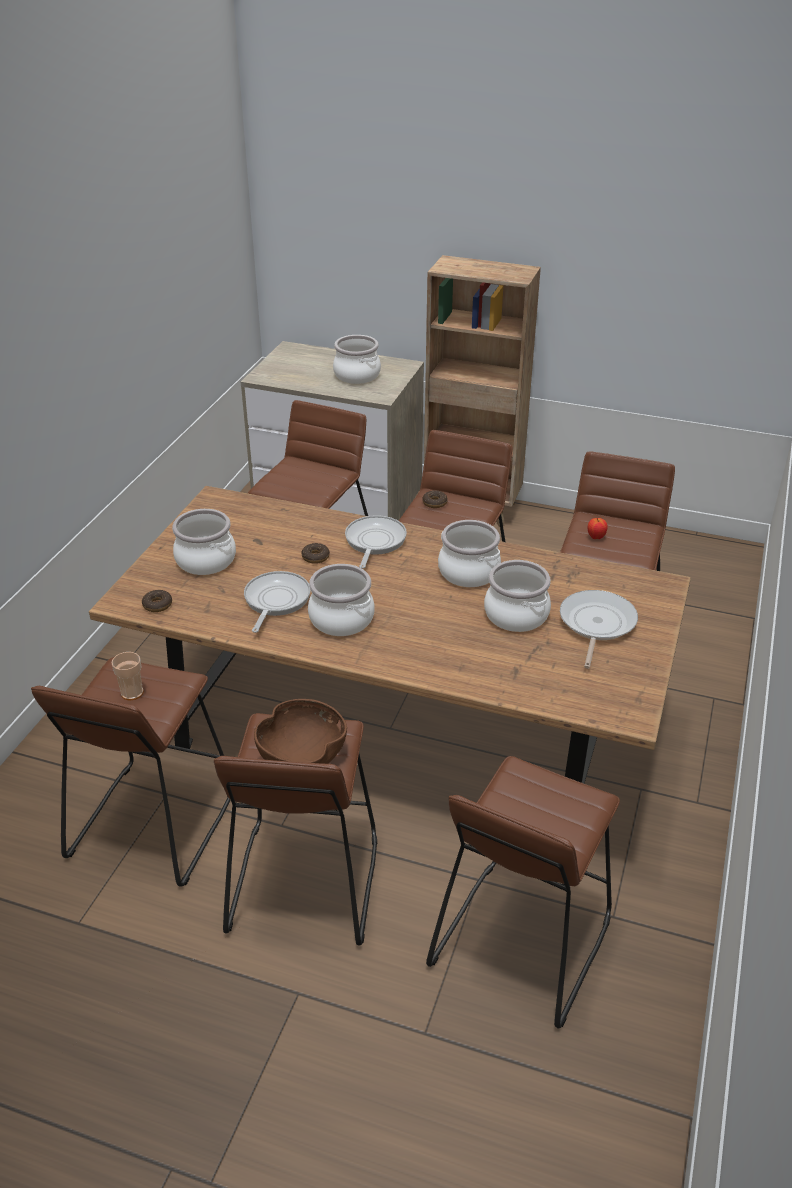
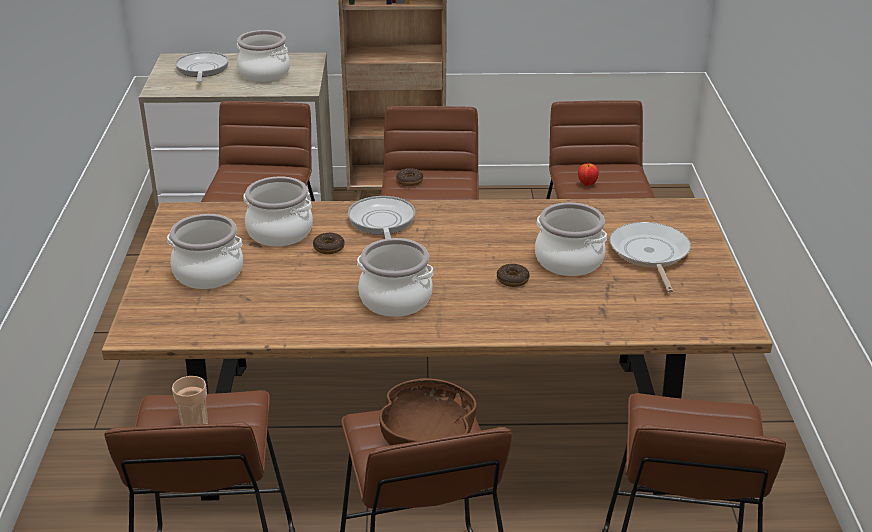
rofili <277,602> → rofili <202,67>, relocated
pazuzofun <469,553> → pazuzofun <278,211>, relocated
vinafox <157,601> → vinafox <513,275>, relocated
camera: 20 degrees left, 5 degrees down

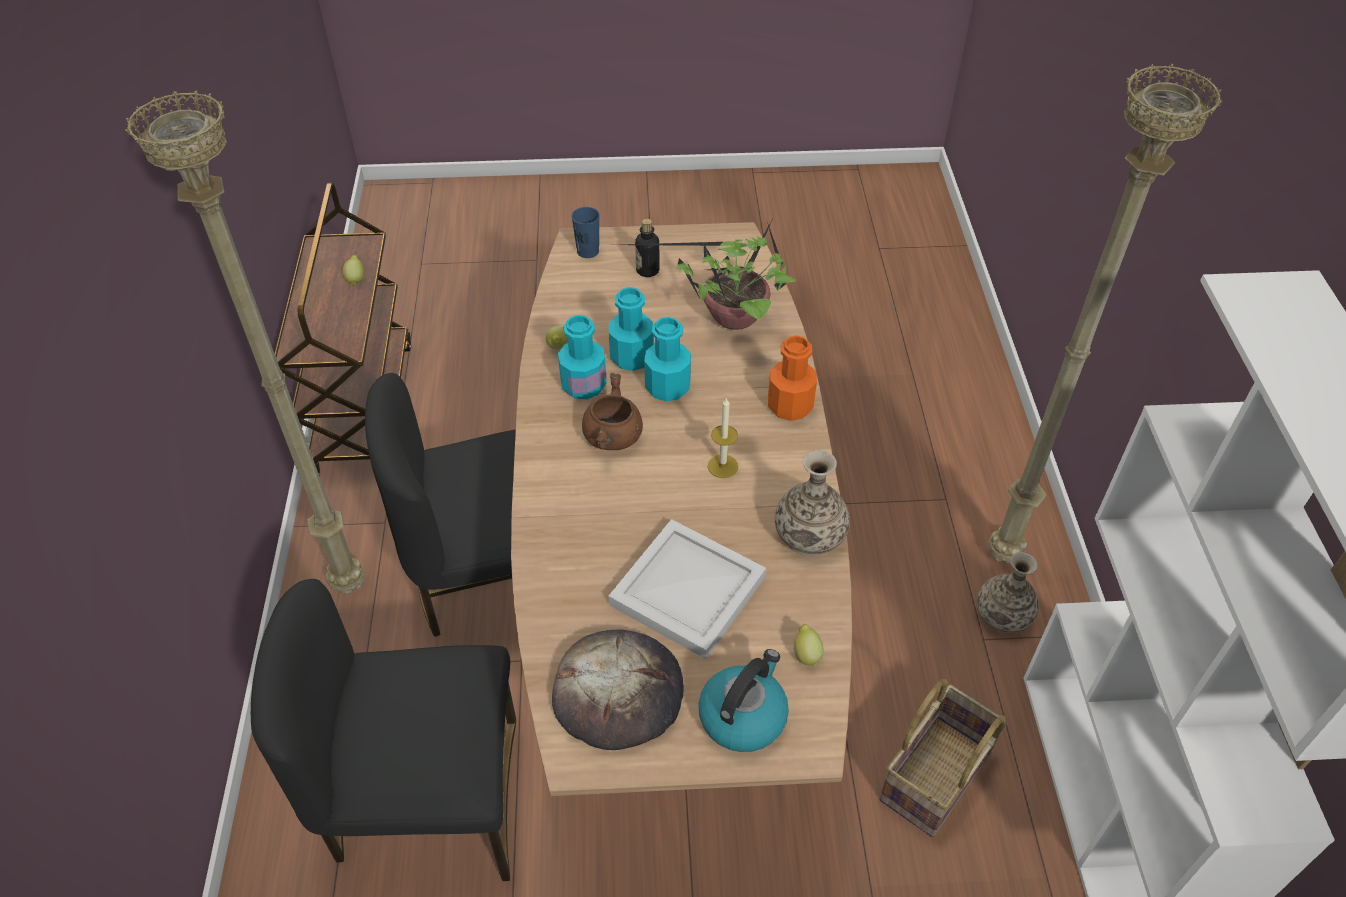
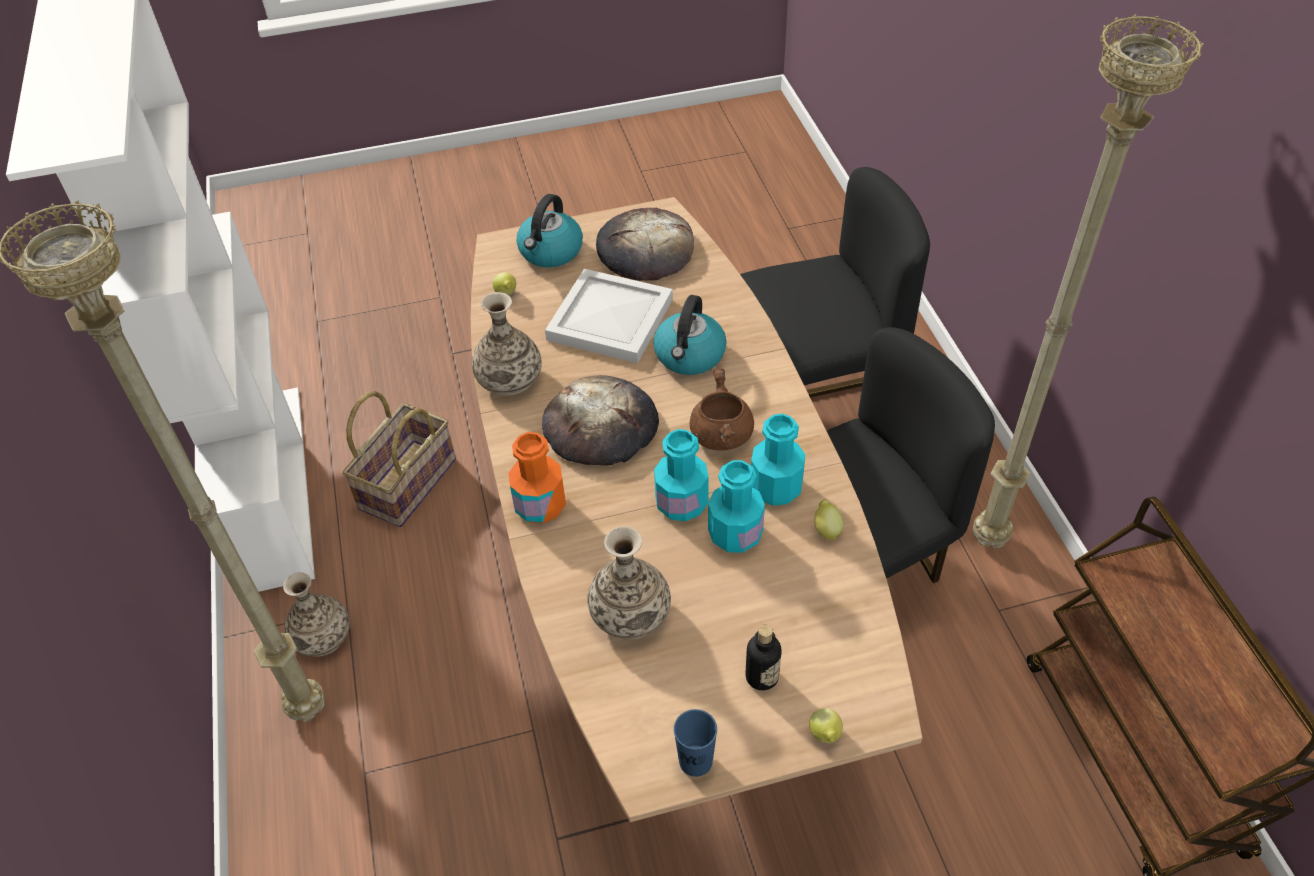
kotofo <723,437> → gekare <600,420>
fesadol <710,275> → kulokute <629,583>
- → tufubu <690,335>
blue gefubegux <586,232> → blue gefubegux <695,743>, relocated
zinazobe <353,270> → zinazobe <826,725>, relocated
camera: 170 degrees right, 0 degrees up

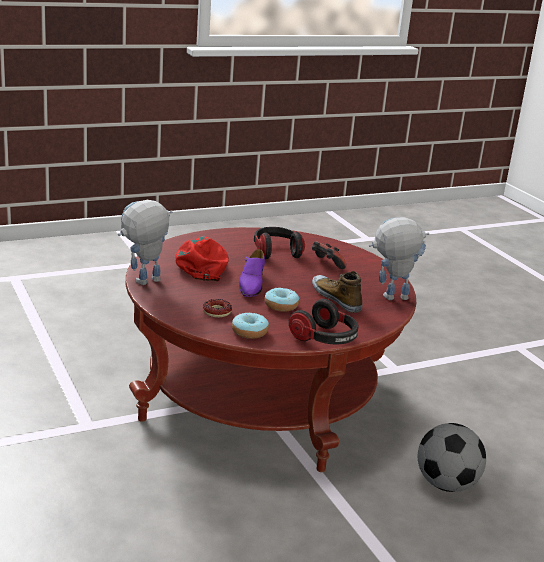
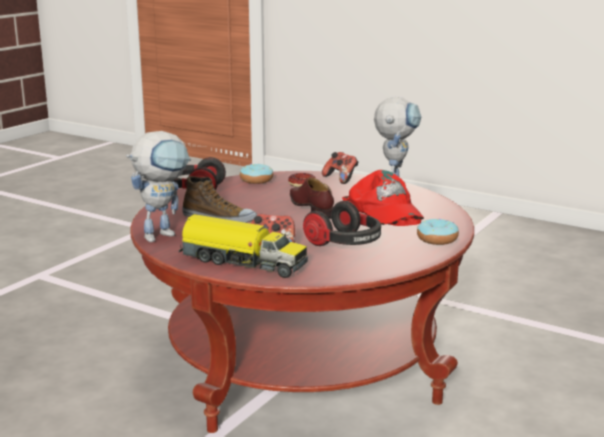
- → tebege <243,246>
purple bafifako <252,273> → brown bafifako <312,198>
- → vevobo <340,168>
vinafox <282,300> → vinafox <438,232>, relocated
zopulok <452,457> → -
camera: 150 degrees right, 5 degrees down

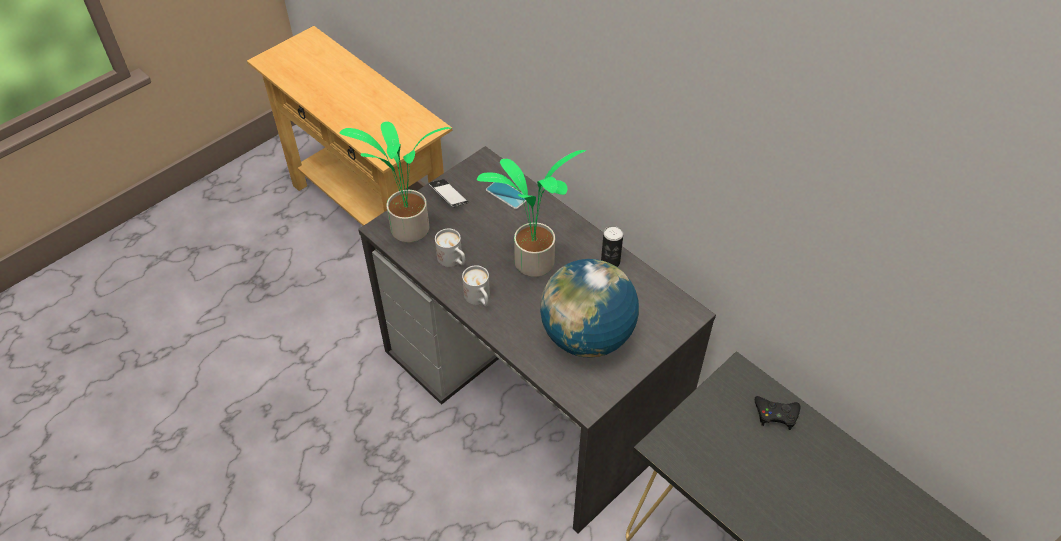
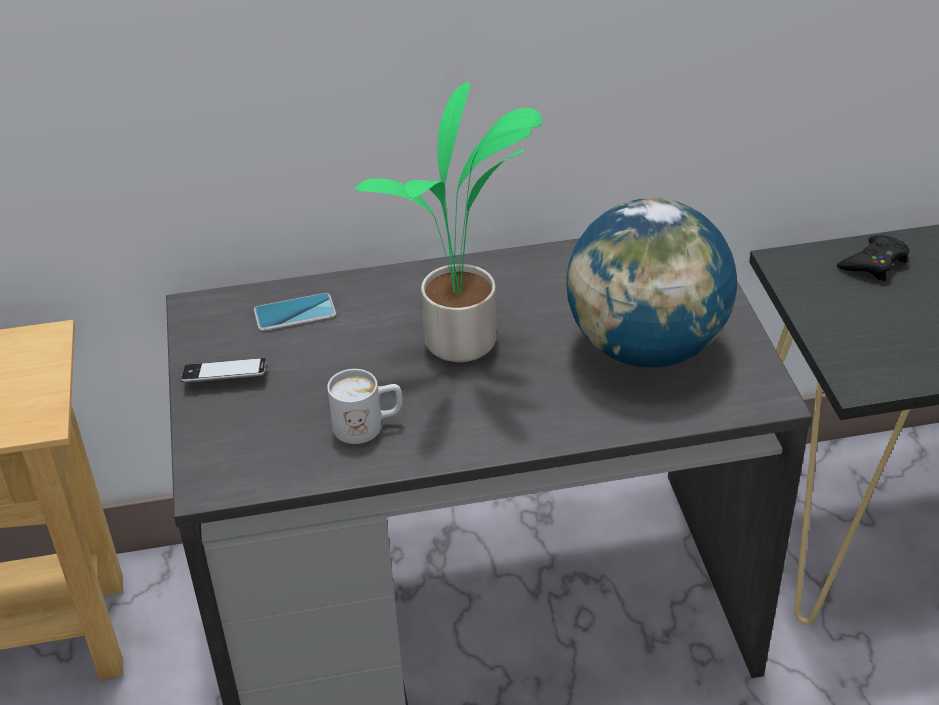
fesadol <395,182> → -
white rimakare <476,285> → -
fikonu <612,246> → -
camera: 55 degrees left, 10 degrees down

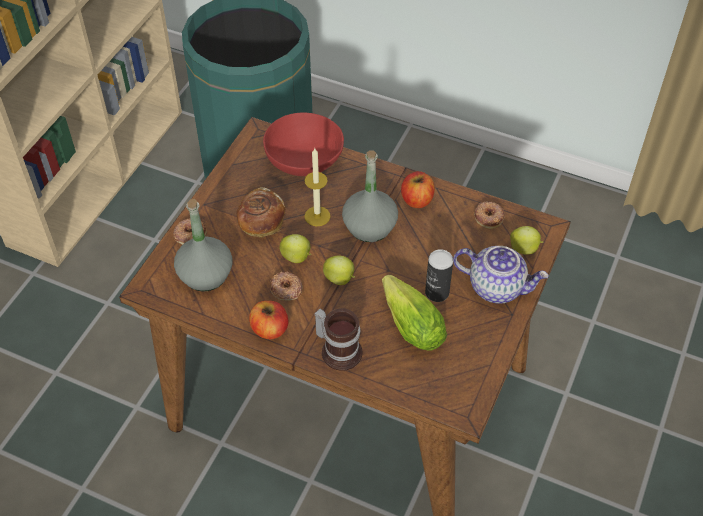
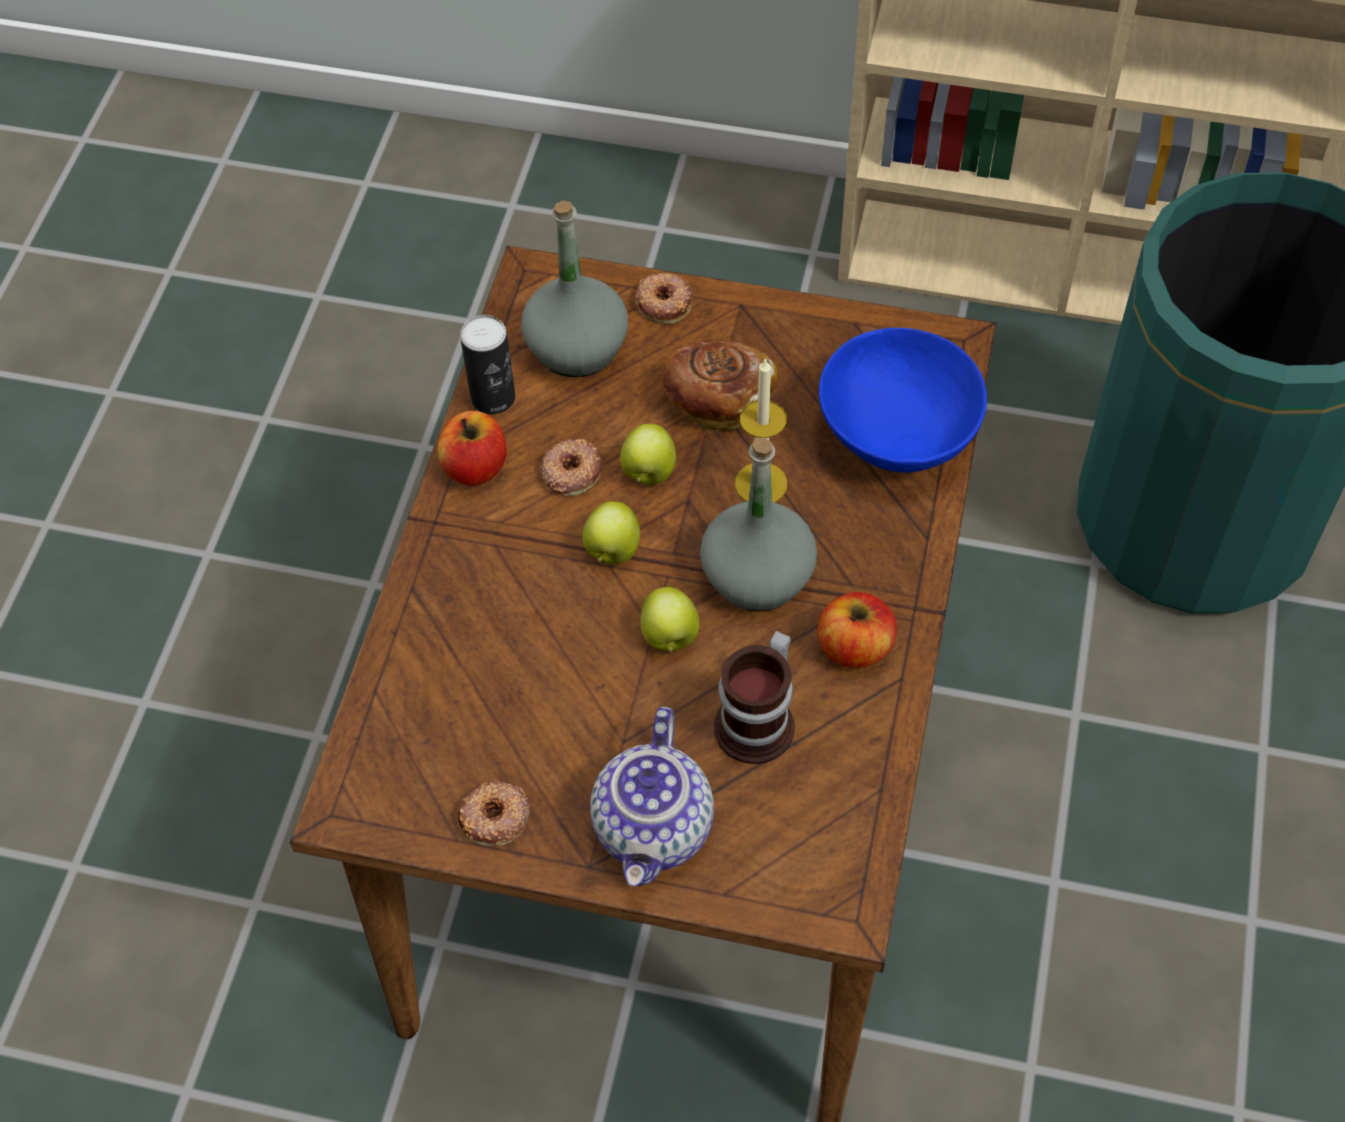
vinafox <489,215> → vinafox <494,813>, relocated
fikonu <439,275> → fikonu <487,364>, relocated
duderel <526,240> → duderel <670,619>, relocated
rimakare <338,339> → rimakare <754,697>, relocated
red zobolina <303,144> → blue zobolina <903,400>
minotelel <414,313> → -
camera: 80 degrees right, 5 degrees up

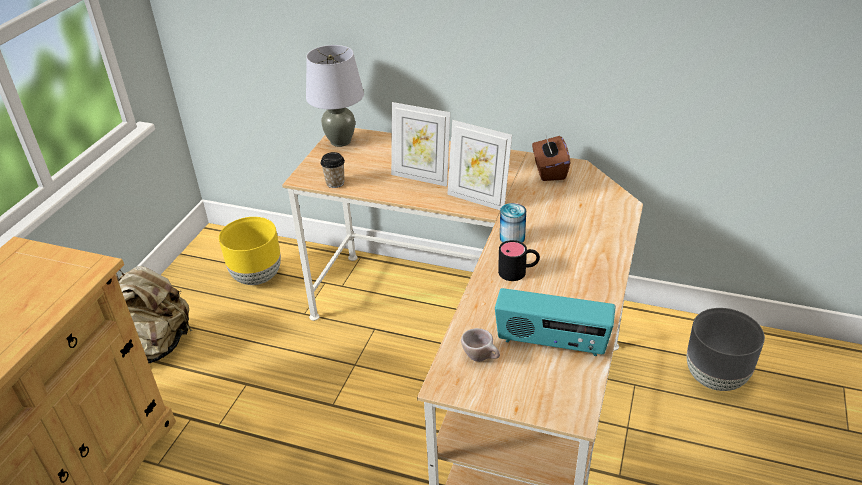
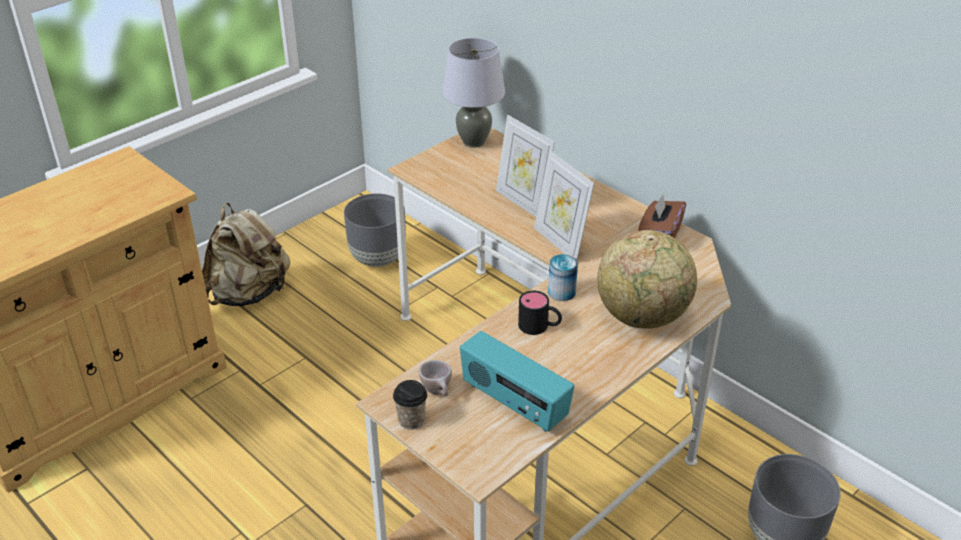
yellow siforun <250,251> → grey siforun <375,230>
gefubegux <333,170> → gefubegux <410,405>, relocated
- → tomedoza <647,279>
camera: 25 degrees right, 0 degrees up

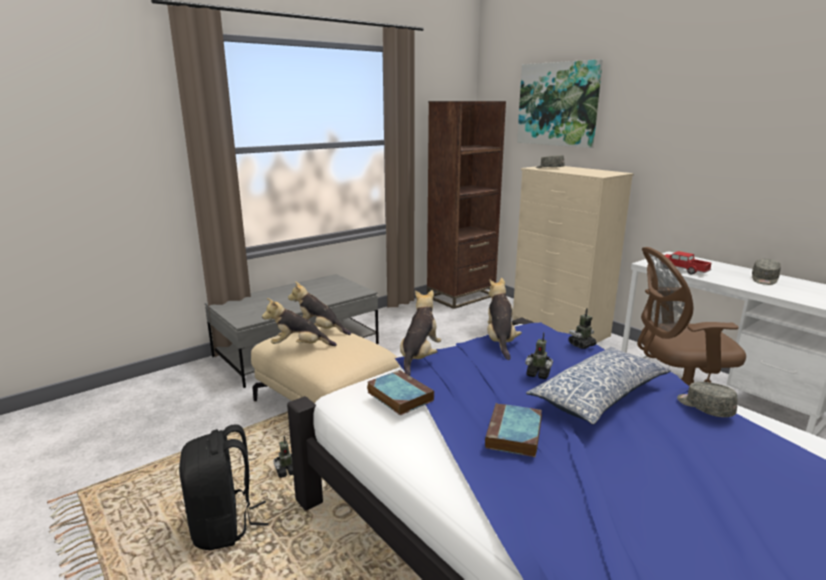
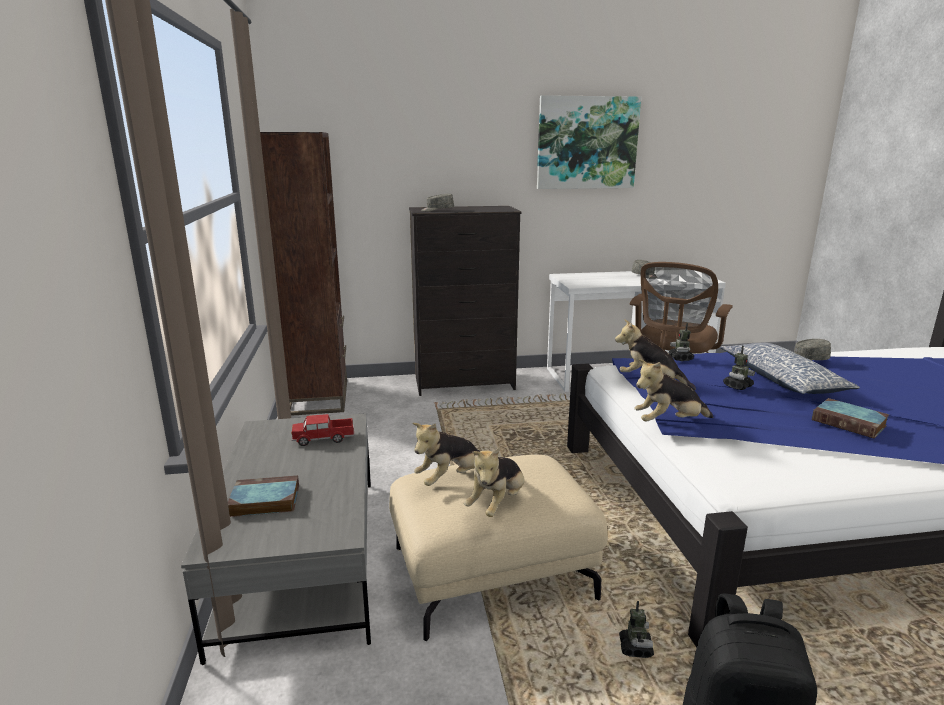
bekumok <400,393> → bekumok <263,496>, relocated
tebege <688,262> → tebege <322,430>, relocated
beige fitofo <572,254> → black fitofo <465,301>
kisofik <560,103> → kisofik <589,142>, relocated
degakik <420,333> → degakik <674,390>, 60 degrees counterclockwise
camera: 60 degrees left, 0 degrees up

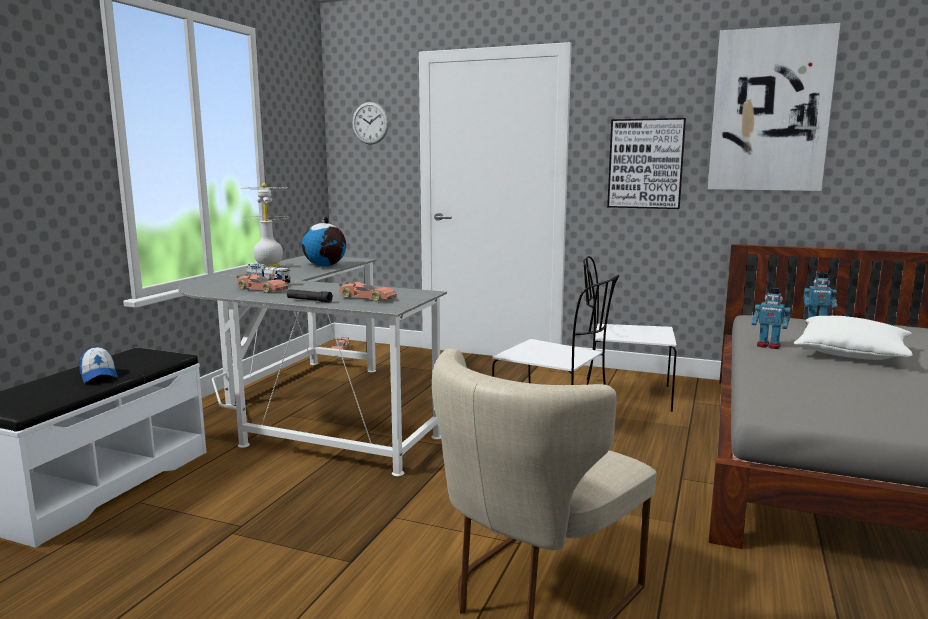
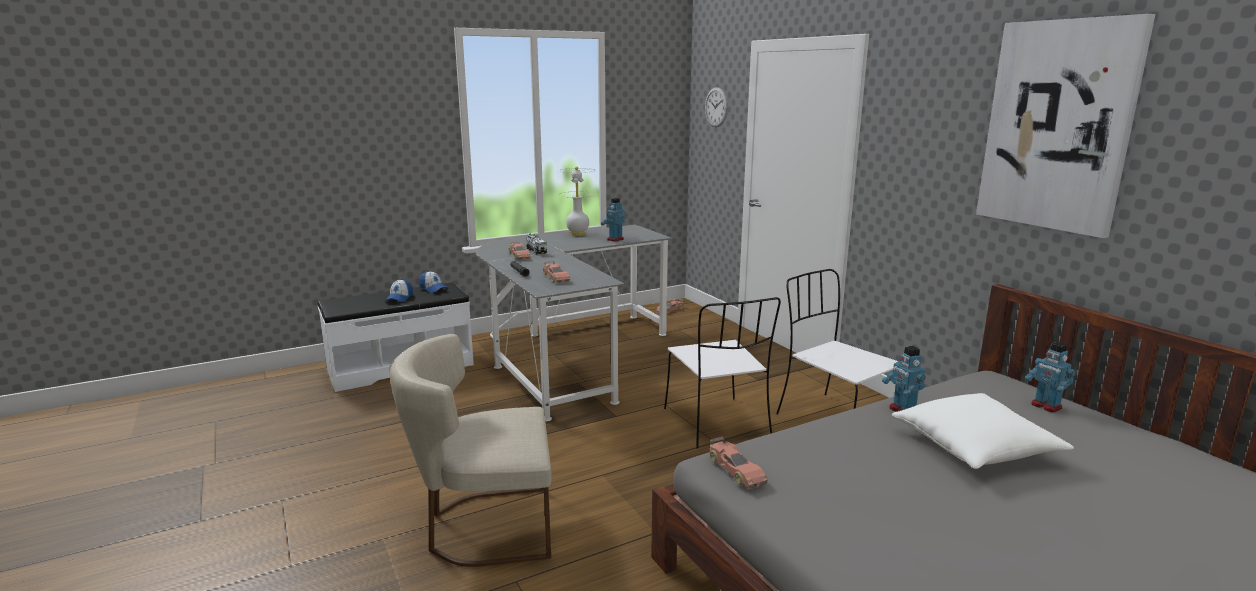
- → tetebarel <433,282>
tomedoza <324,241> → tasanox <613,220>
- → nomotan <739,463>
kisofik <646,163> → -
camera: 40 degrees right, 5 degrees up

